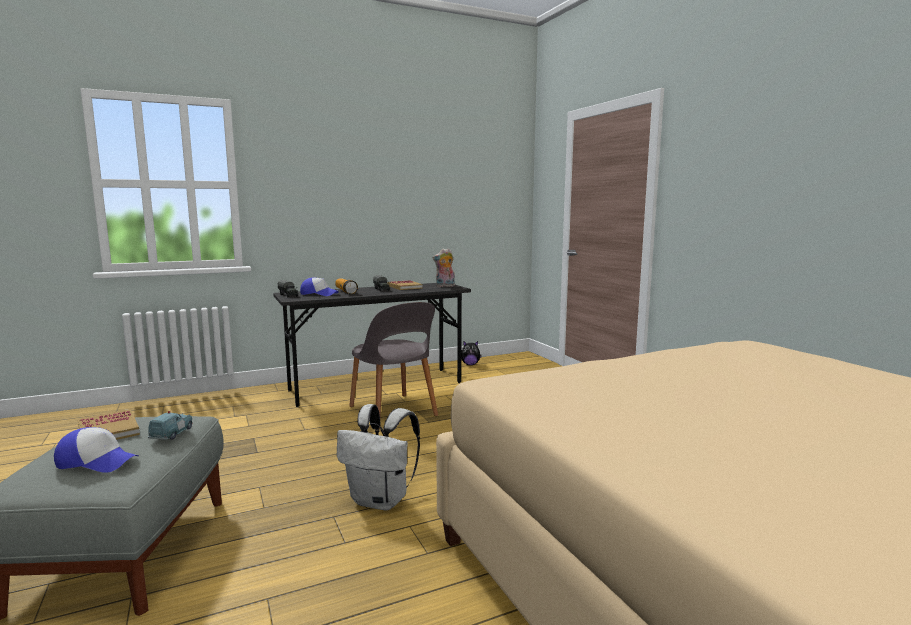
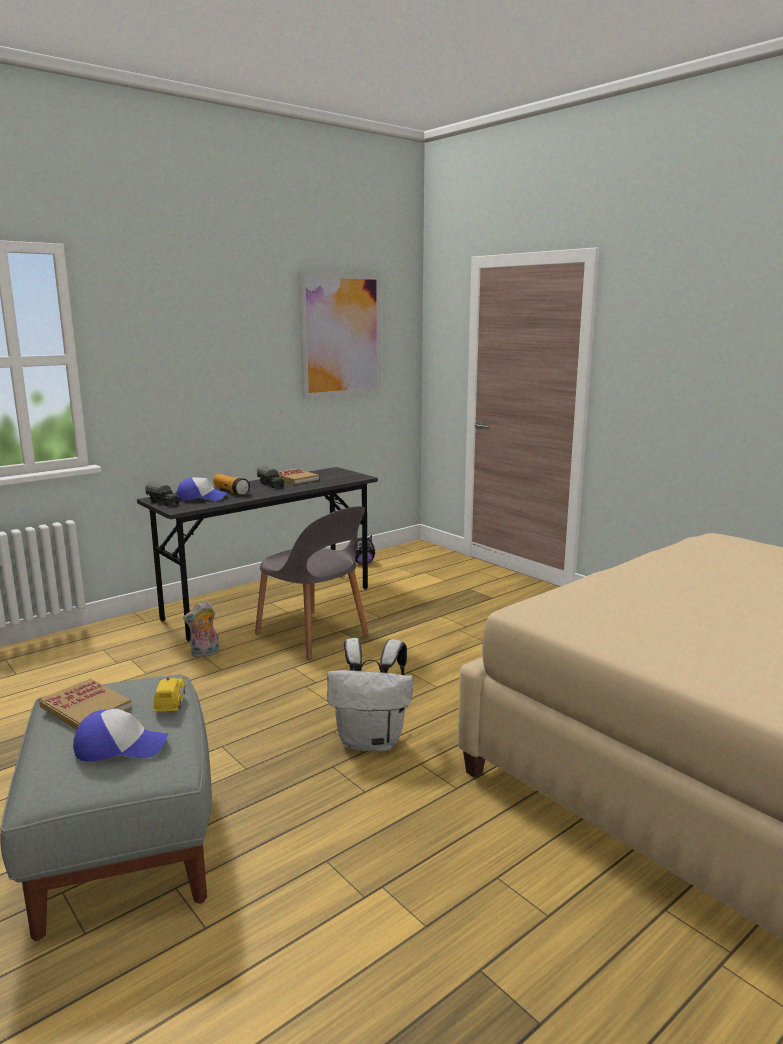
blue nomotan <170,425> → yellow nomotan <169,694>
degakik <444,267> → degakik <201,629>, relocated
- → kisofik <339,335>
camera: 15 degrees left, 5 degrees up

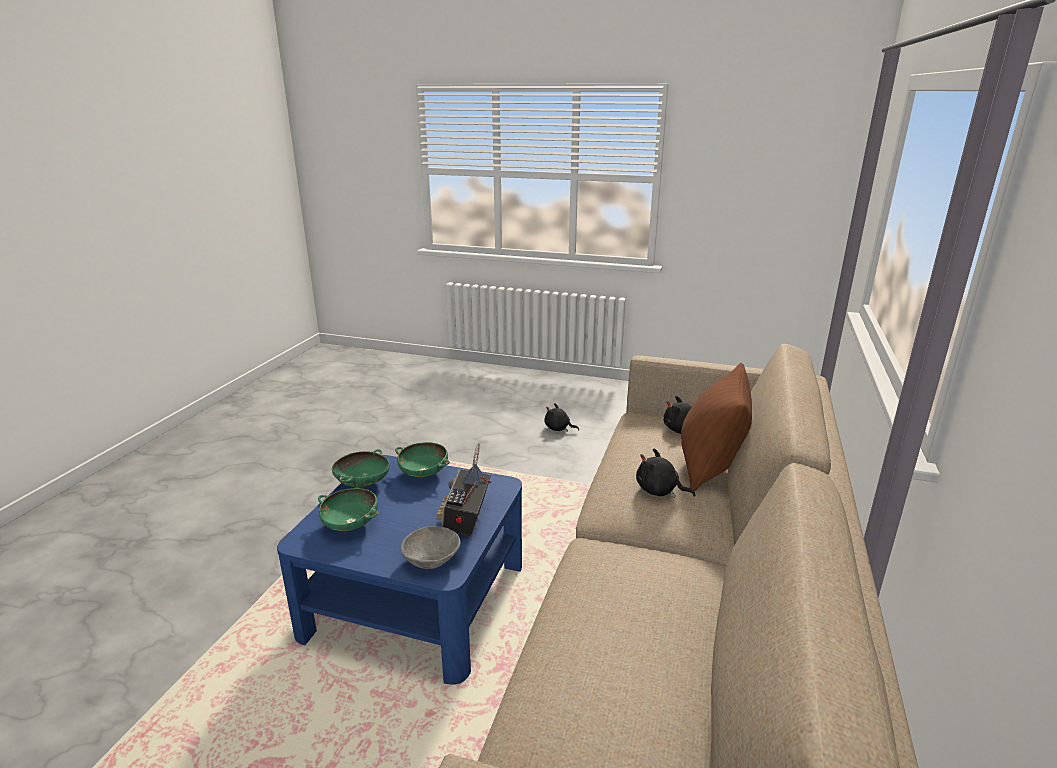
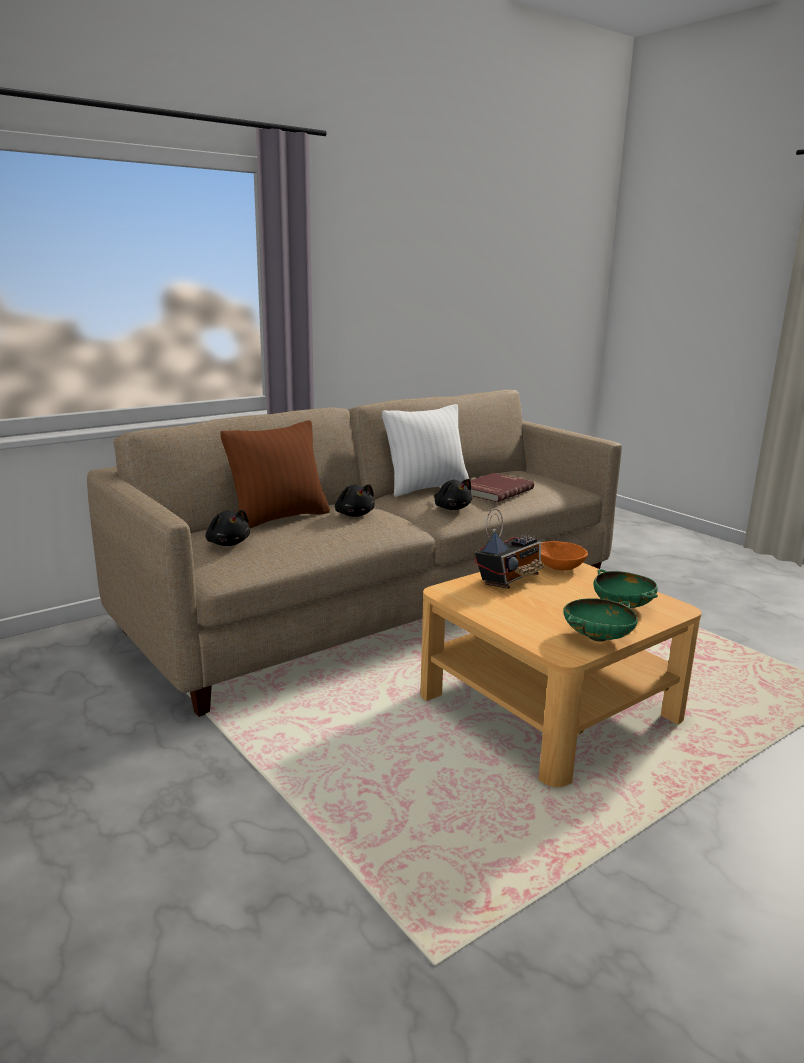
- → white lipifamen <425,450>
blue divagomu <399,570> → beige divagomu <560,674>
black degakik <561,417> → black degakik <453,494>, relocated
- → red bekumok <502,487>
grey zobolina <430,547> → orange zobolina <564,556>
green zobolina <422,459> → -
camera: 145 degrees left, 5 degrees down

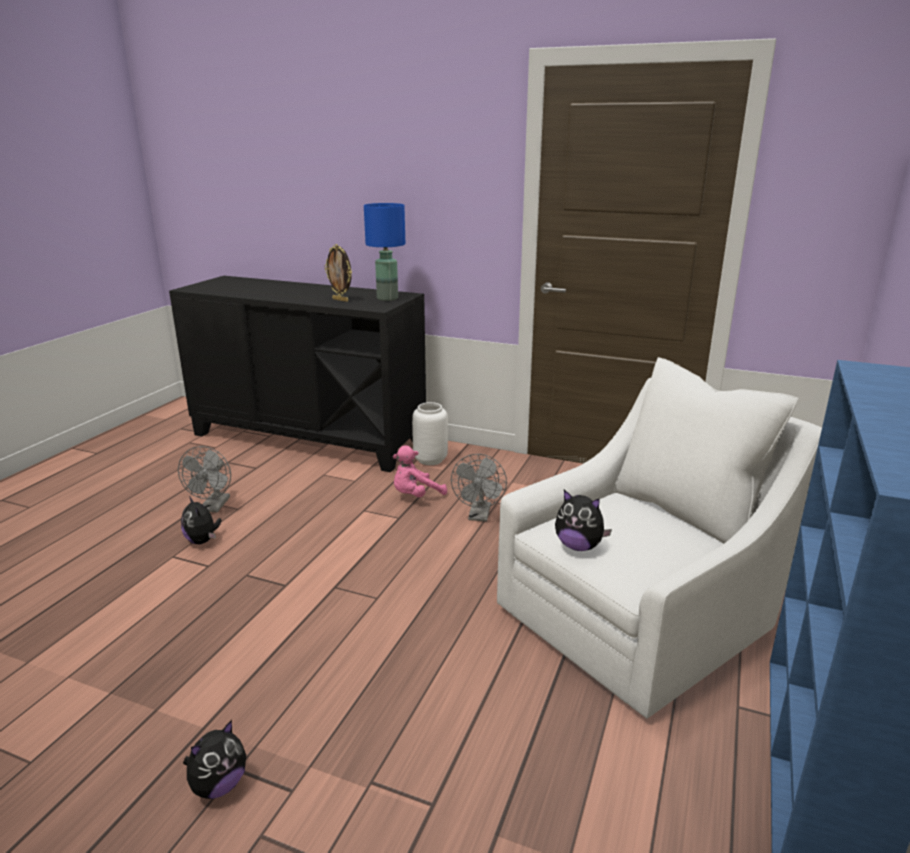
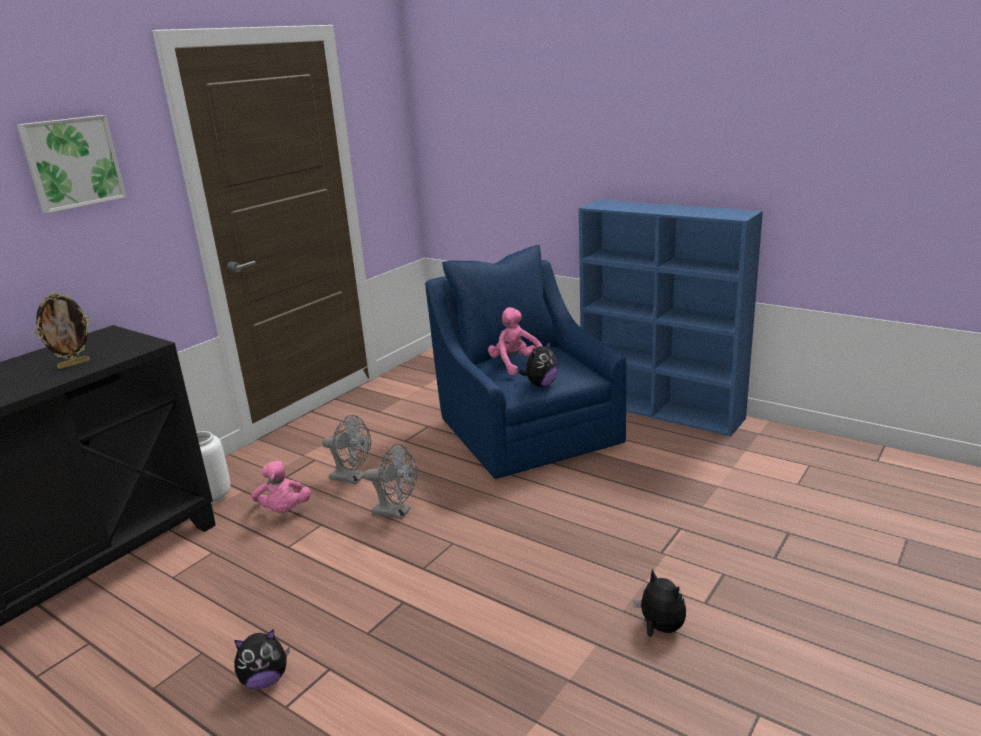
- → kisofik <71,164>
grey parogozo <204,479> → grey parogozo <390,481>, relocated
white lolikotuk <659,538> → blue lolikotuk <525,362>
- → pink degakik <515,341>
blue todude <384,252> → -
camera: 75 degrees left, 0 degrees up

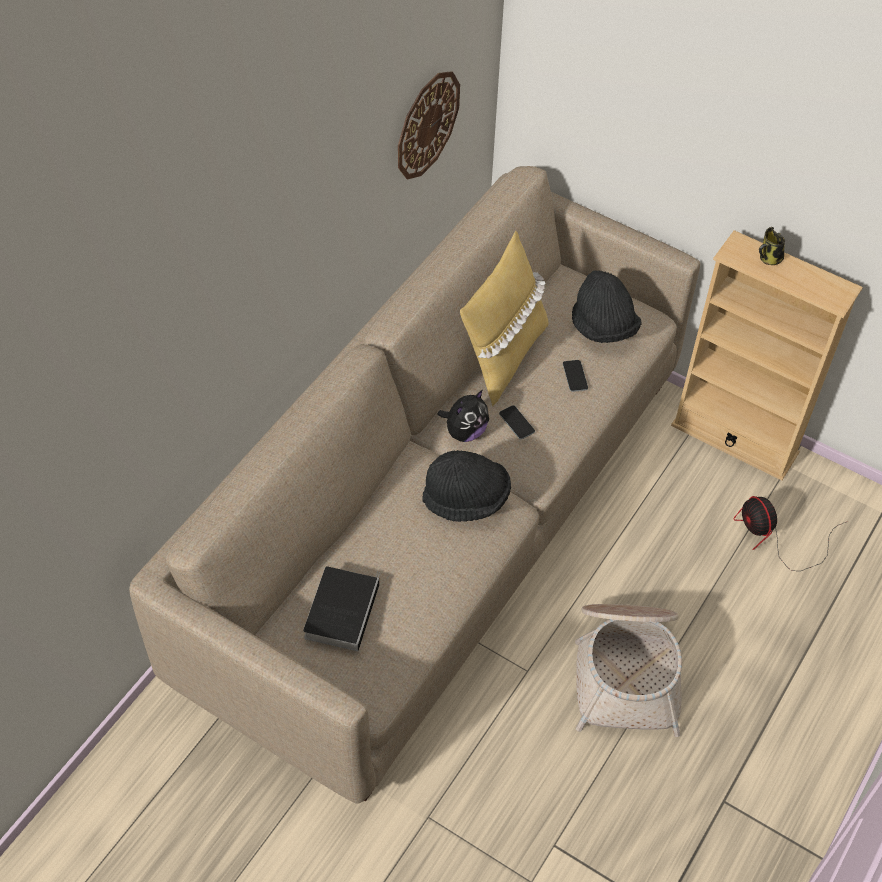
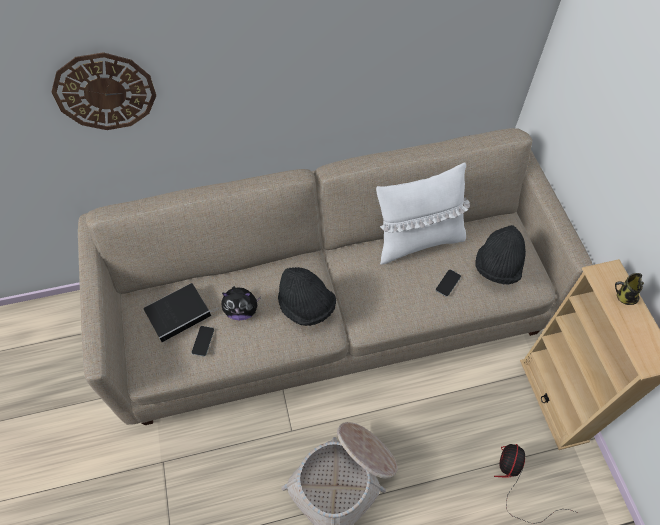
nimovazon <429,125> → nimovazon <103,91>, relocated
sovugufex <517,422> → sovugufex <203,341>, relocated
degakik <463,416> → degakik <241,303>, relocated
yellow lipifamen <504,318> → white lipifamen <423,214>
camera: 45 degrees right, 5 degrees up

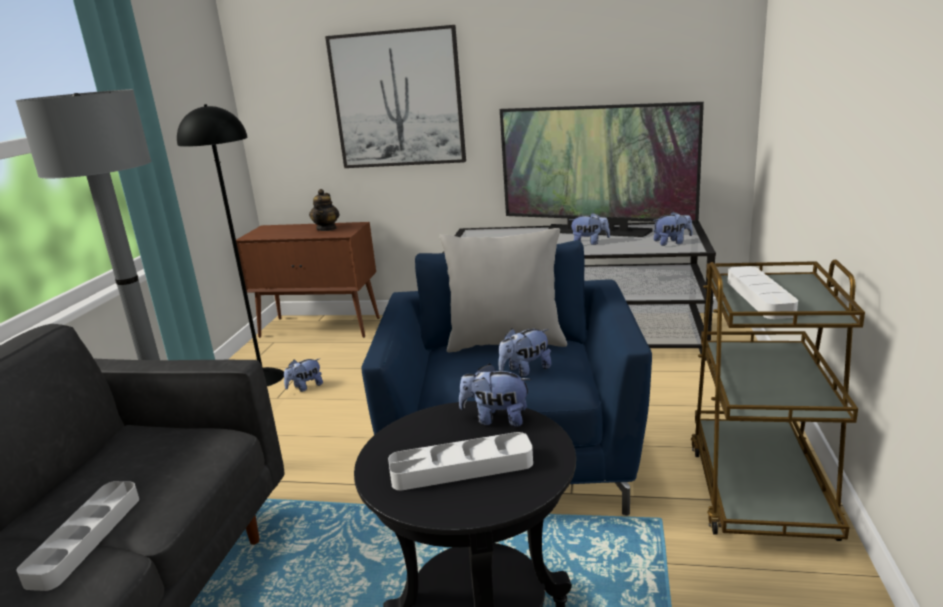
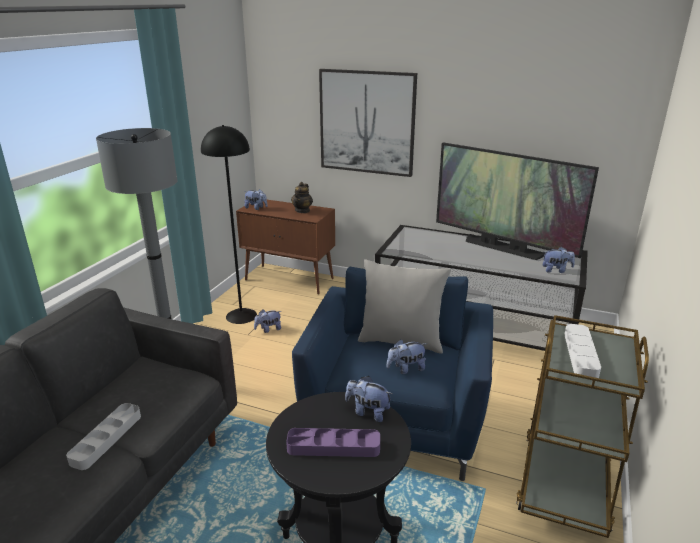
degakik <589,229> → degakik <256,199>, relocated
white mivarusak <460,461> → purple mivarusak <333,442>
camera: 10 degrees right, 5 degrees up

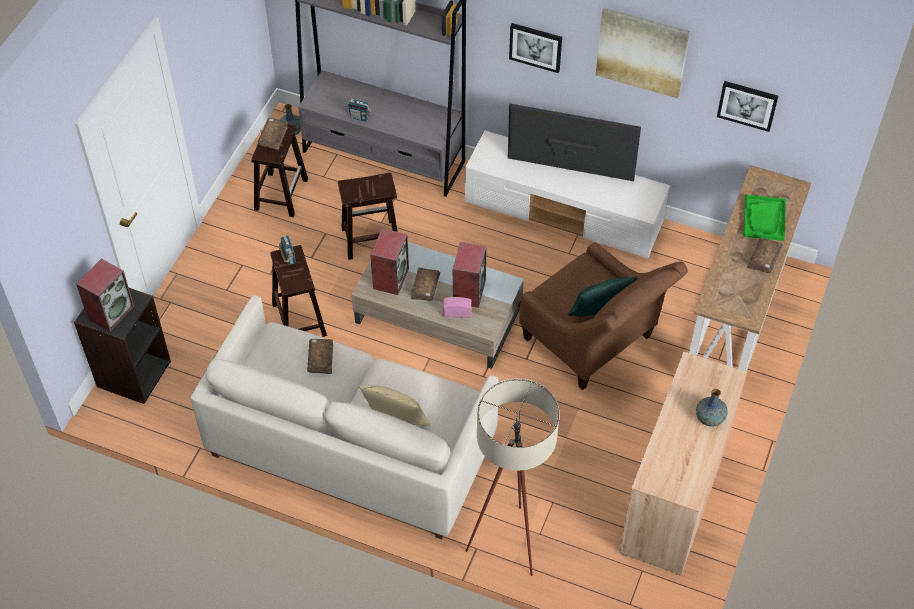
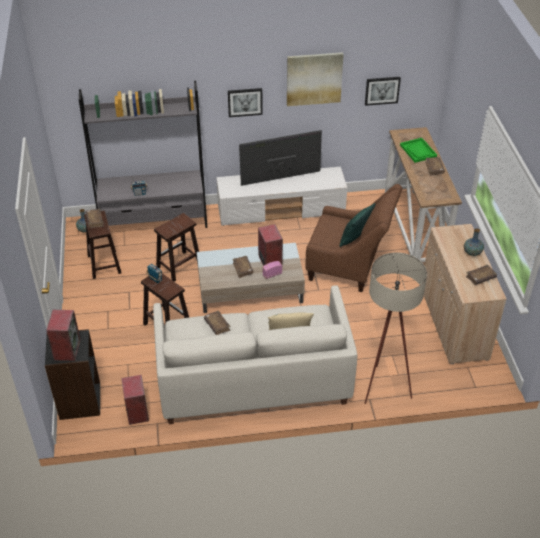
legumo <389,261> → legumo <135,400>, relocated
- → brown bekumok <481,275>
camera: 30 degrees left, 10 degrees down

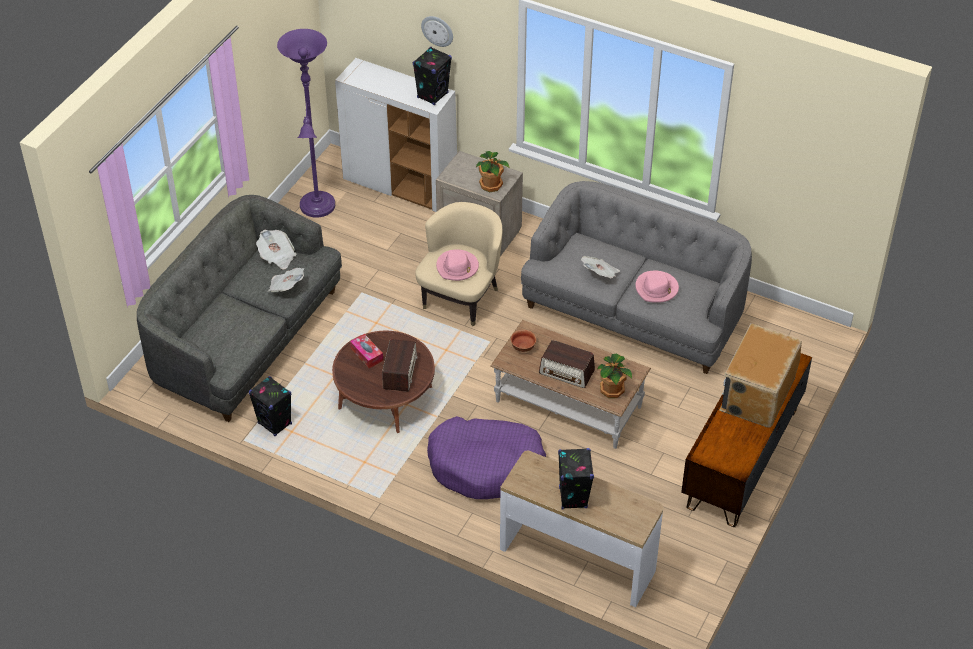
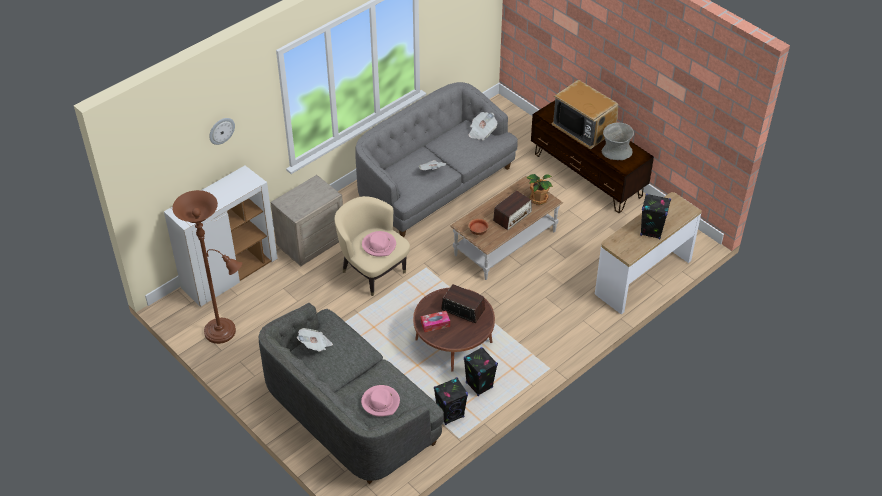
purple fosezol <306,123> → brown fosezol <207,267>
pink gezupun <657,287> → pink gezupun <380,401>, relocated
black legumo <432,76> → black legumo <481,371>, relocated
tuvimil <286,280> → tuvimil <482,126>, relocated
- → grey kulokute <618,141>
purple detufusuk <486,457> → -
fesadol <493,171> → -
camera: 70 degrees left, 0 degrees up

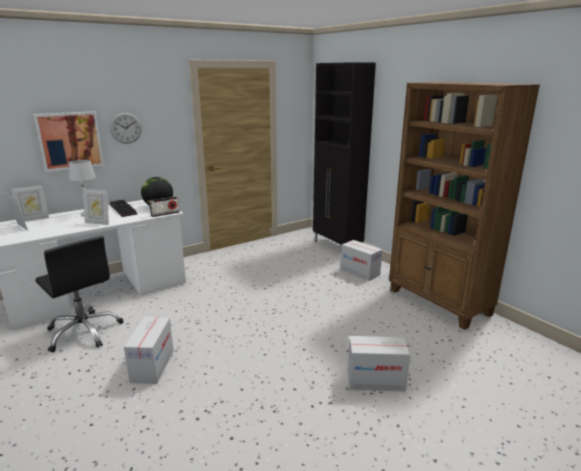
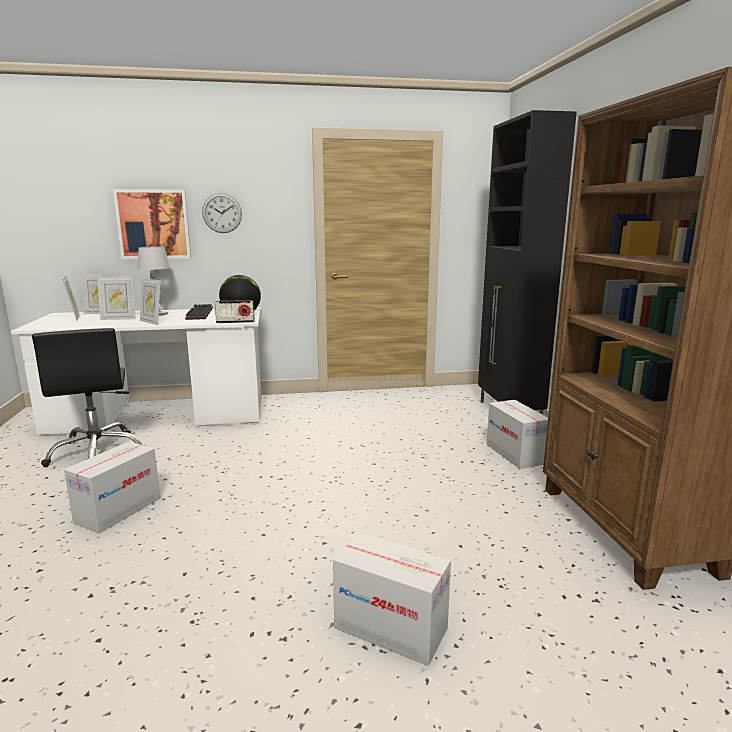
- → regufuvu <116,298>
camera: 25 degrees right, 5 degrees down

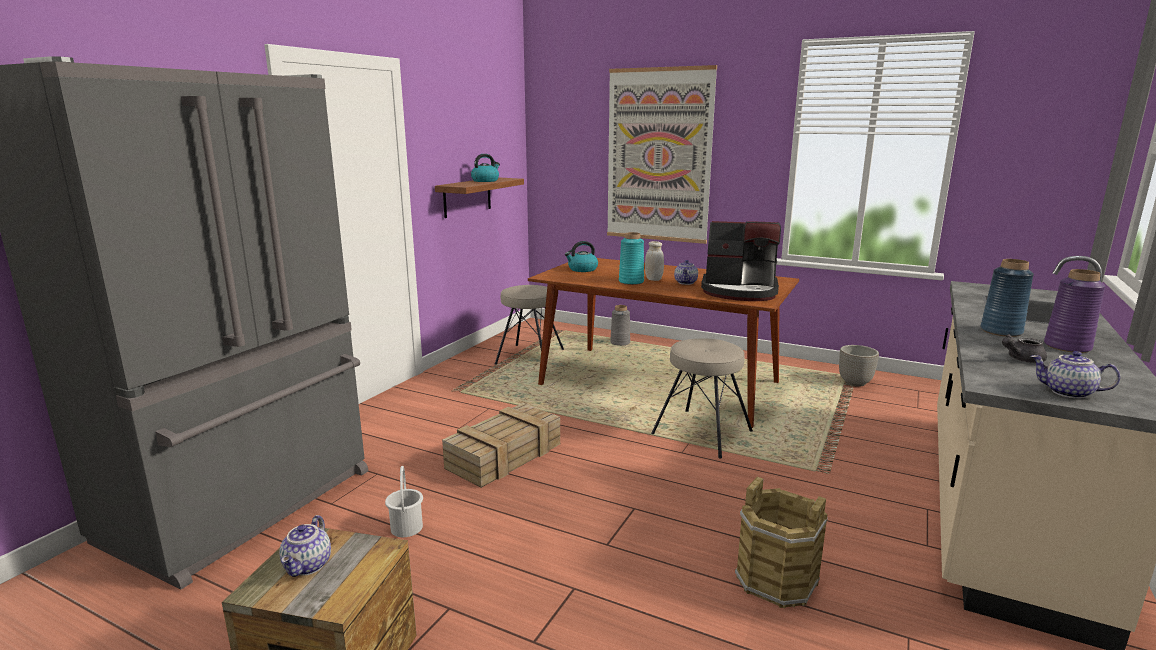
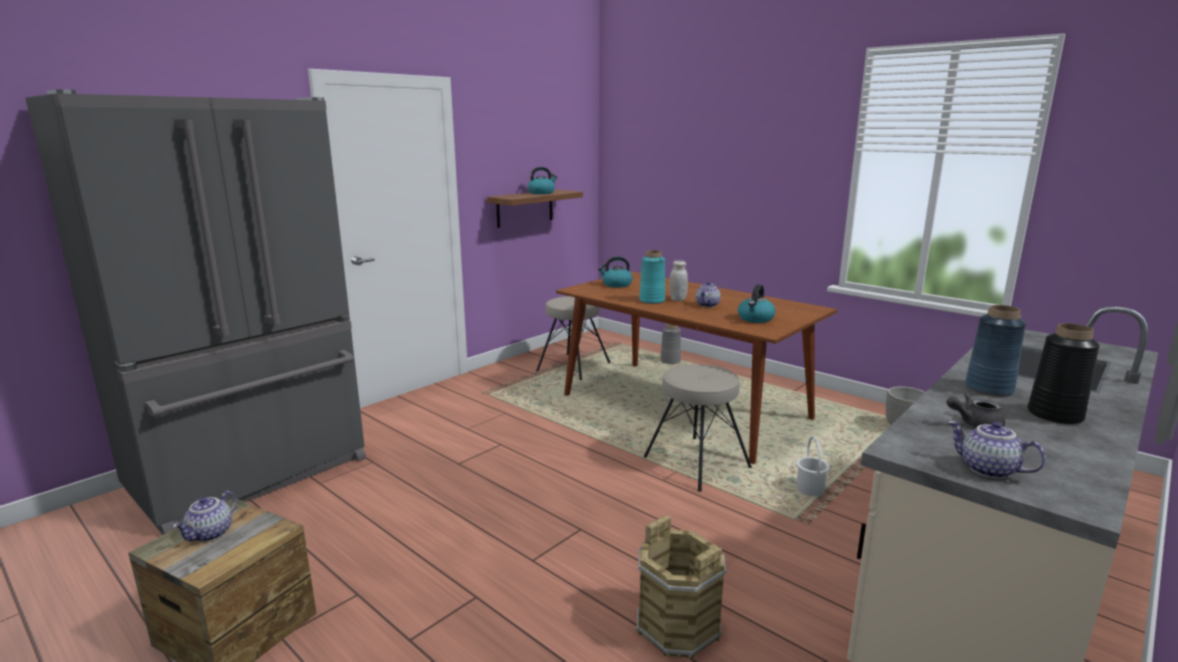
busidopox <741,261> → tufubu <757,303>
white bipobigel <404,501> → white bipobigel <813,466>, relocated
purple kulokute <1074,311> → black kulokute <1064,374>
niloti <501,445> → -
kisofik <662,154> → -
camera: 15 degrees right, 0 degrees up

